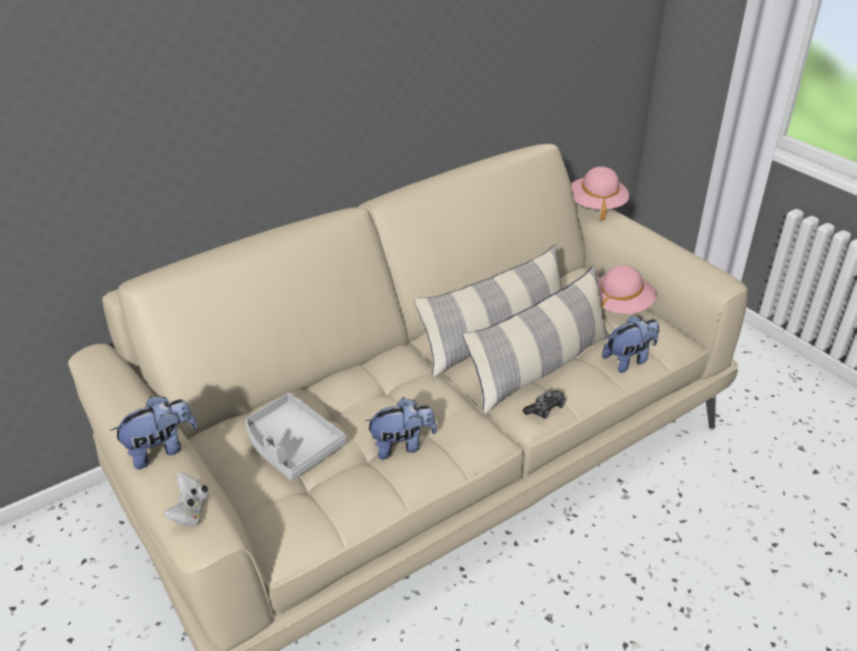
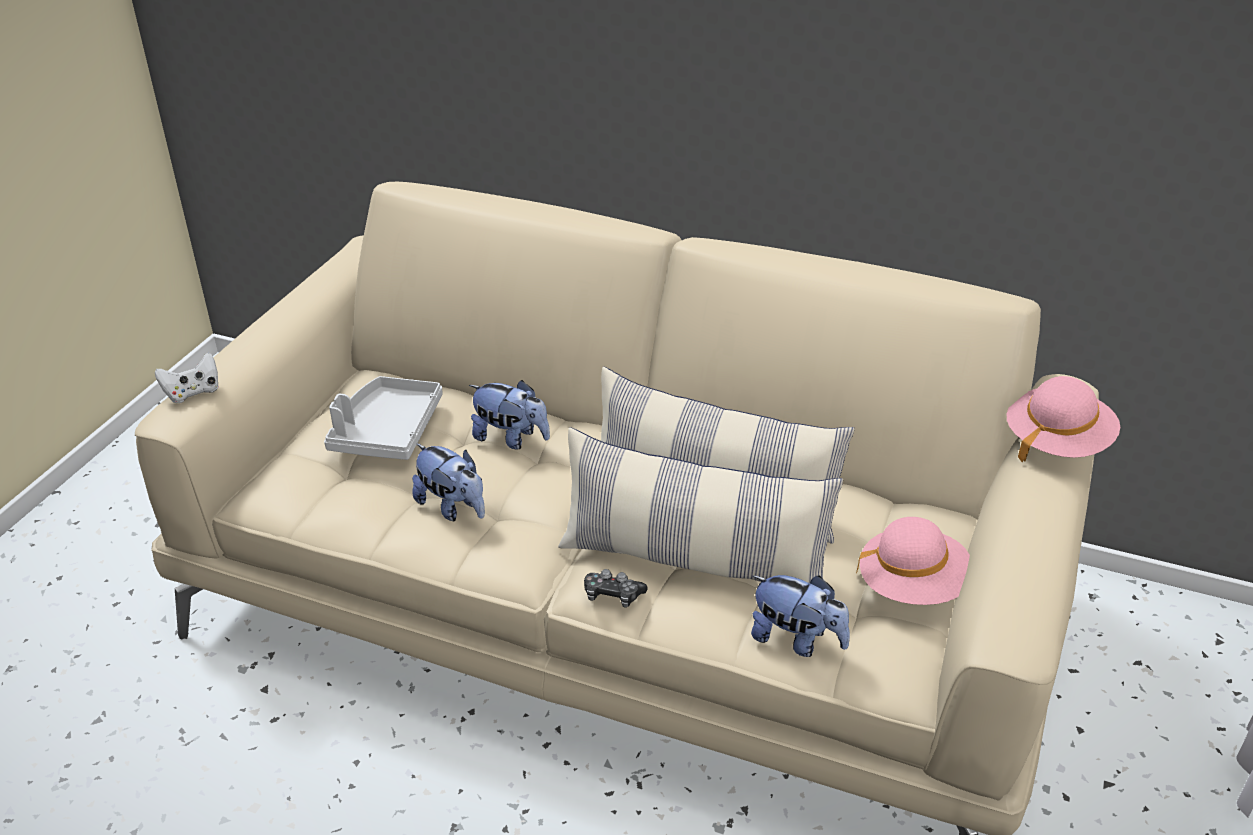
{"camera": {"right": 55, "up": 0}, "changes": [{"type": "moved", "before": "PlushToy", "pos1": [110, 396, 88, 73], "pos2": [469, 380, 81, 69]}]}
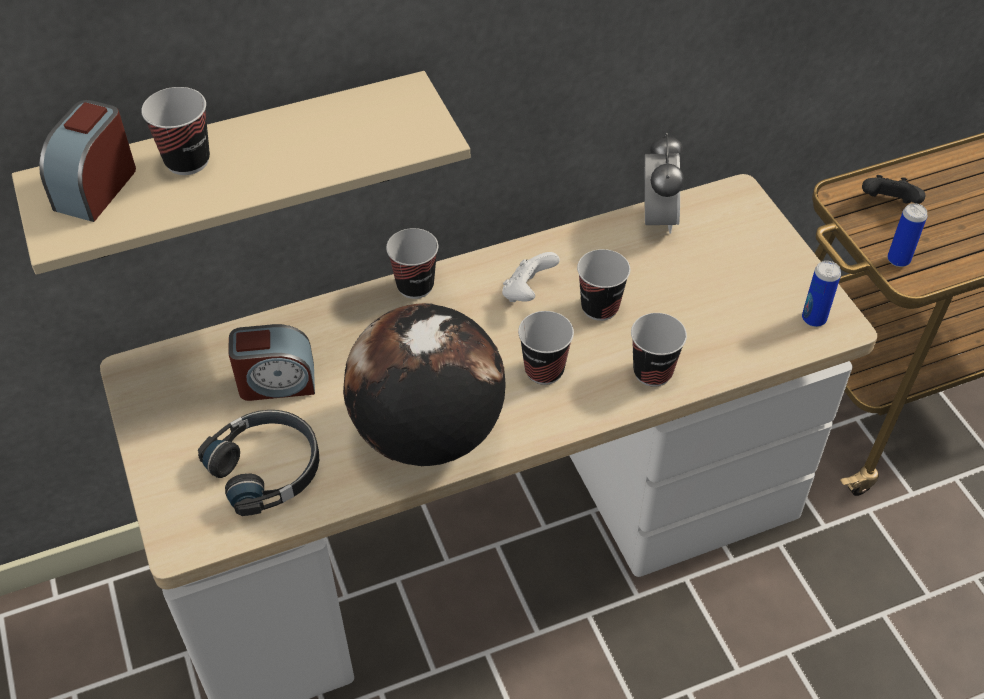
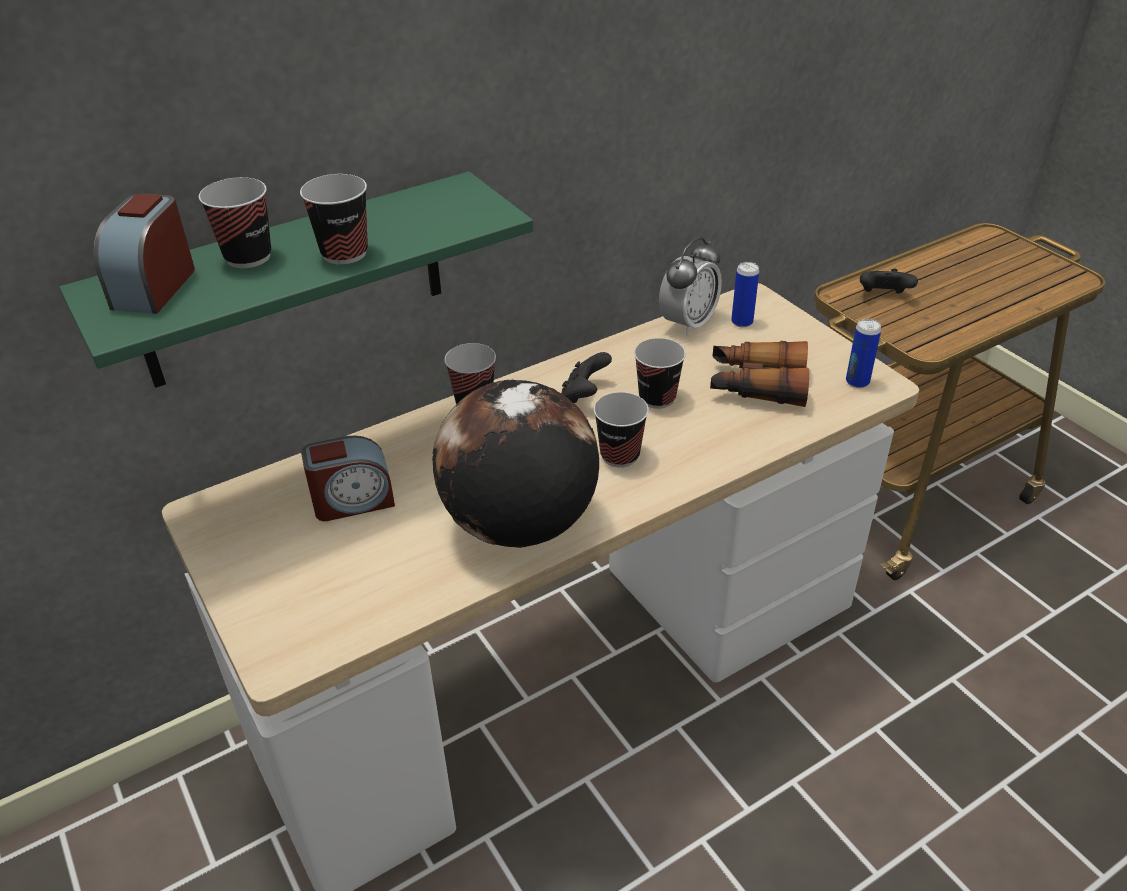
{"camera": {"right": -10, "up": -10}, "changes": [{"type": "removed", "before": "BlackHeadphones", "pos1": [198, 410, 121, 106]}, {"type": "added", "after": "Binoculars", "pos2": [710, 341, 99, 66]}, {"type": "moved", "before": "Cup", "pos1": [631, 313, 56, 74], "pos2": [300, 174, 68, 91]}, {"type": "moved", "before": "Can", "pos1": [888, 203, 39, 64], "pos2": [731, 262, 28, 66]}, {"type": "recoloured", "before": "BeigeShelf", "after": "GreenShelf", "pos1": [12, 71, 458, 204], "pos2": [59, 172, 474, 216]}, {"type": "recoloured", "before": "WhiteGameController", "after": "BlackGameController", "pos1": [502, 252, 58, 50], "pos2": [562, 352, 50, 51]}, {"type": "turned", "before": "AlarmClock", "pos1": [645, 133, 39, 101], "pos2": [659, 237, 63, 99], "turn": 45}]}
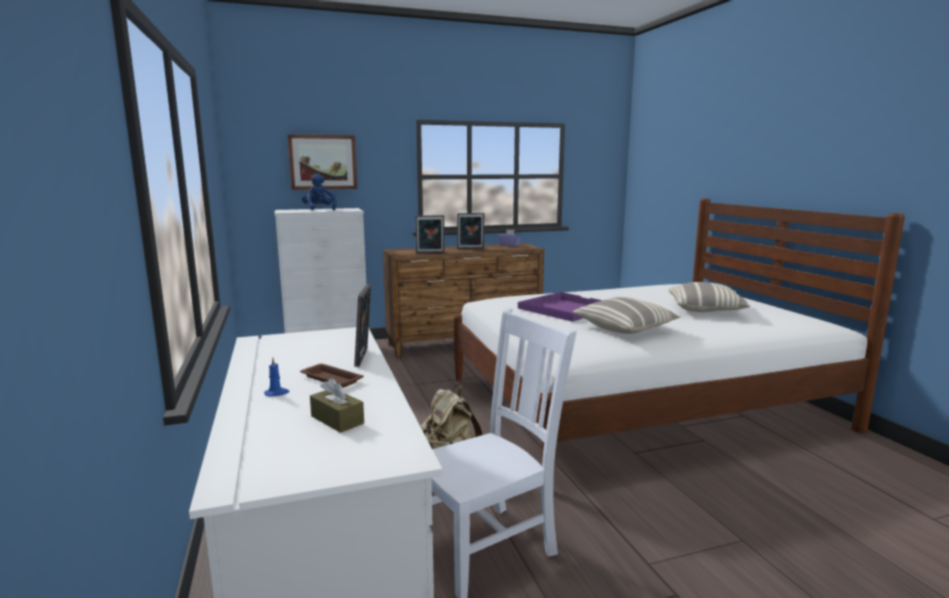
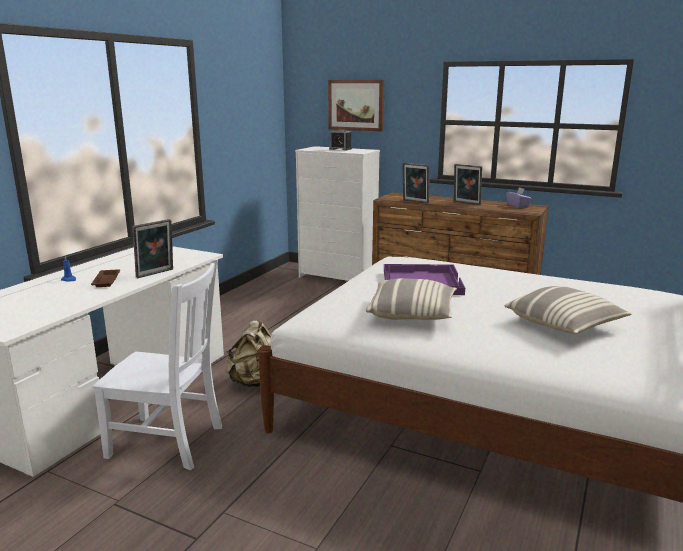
{"camera": {"right": 45, "up": 5}, "changes": [{"type": "removed", "before": "BrownTissueBox", "pos1": [310, 378, 54, 55]}, {"type": "replaced", "before": "BluePlushToy", "after": "AlarmClock", "pos1": [302, 174, 34, 36], "pos2": [329, 129, 23, 21]}]}
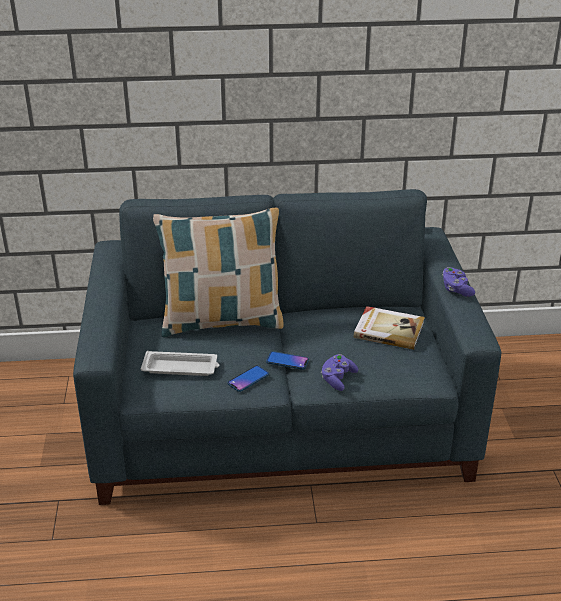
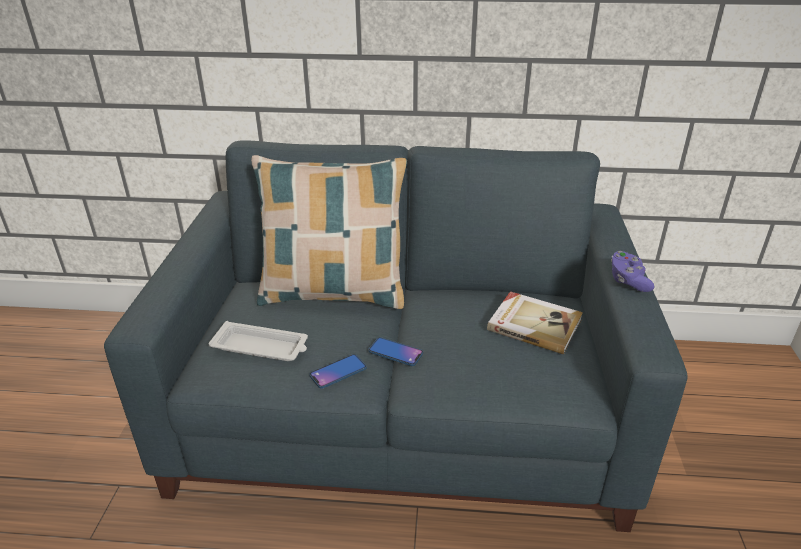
{"camera": {"right": 10, "up": 0}, "changes": [{"type": "removed", "before": "PurpleGameController", "pos1": [321, 354, 37, 37]}]}
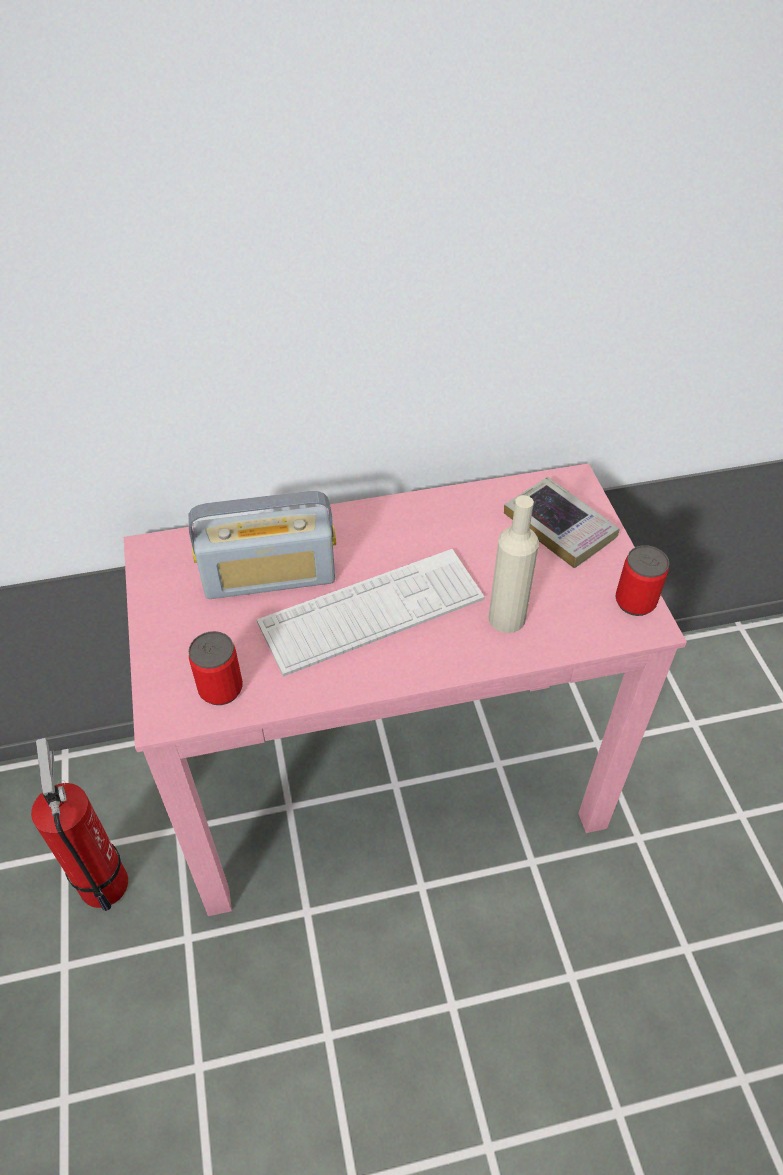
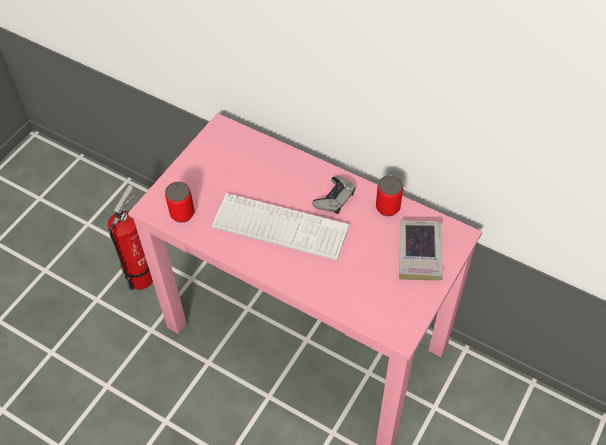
{"camera": {"right": 45, "up": 5}, "changes": [{"type": "removed", "before": "Radio", "pos1": [188, 491, 148, 108]}, {"type": "removed", "before": "BeigeBottle", "pos1": [488, 495, 51, 138]}, {"type": "added", "after": "GreyGameController", "pos2": [312, 176, 43, 38]}, {"type": "moved", "before": "Can", "pos1": [616, 545, 53, 71], "pos2": [376, 175, 27, 41]}]}
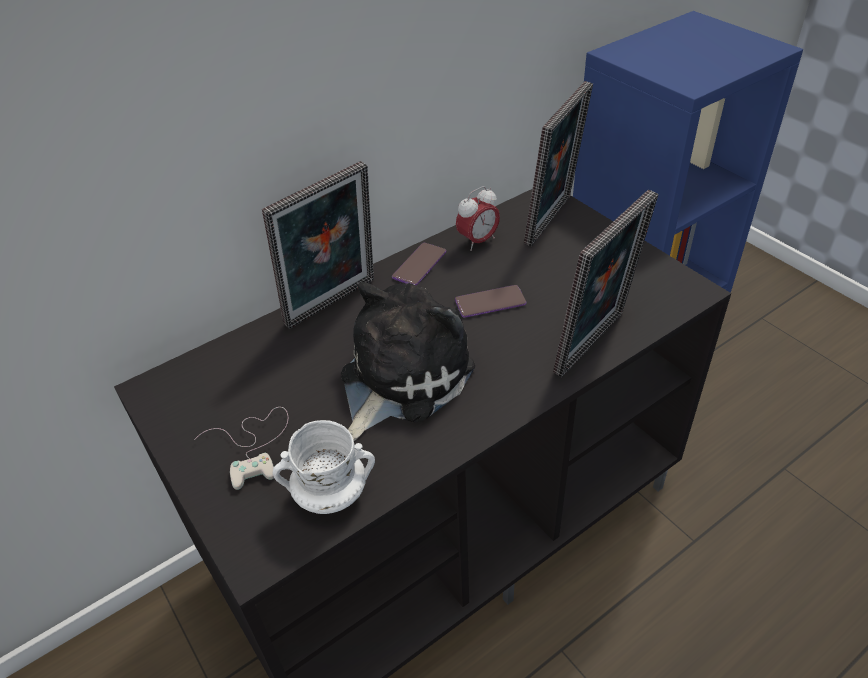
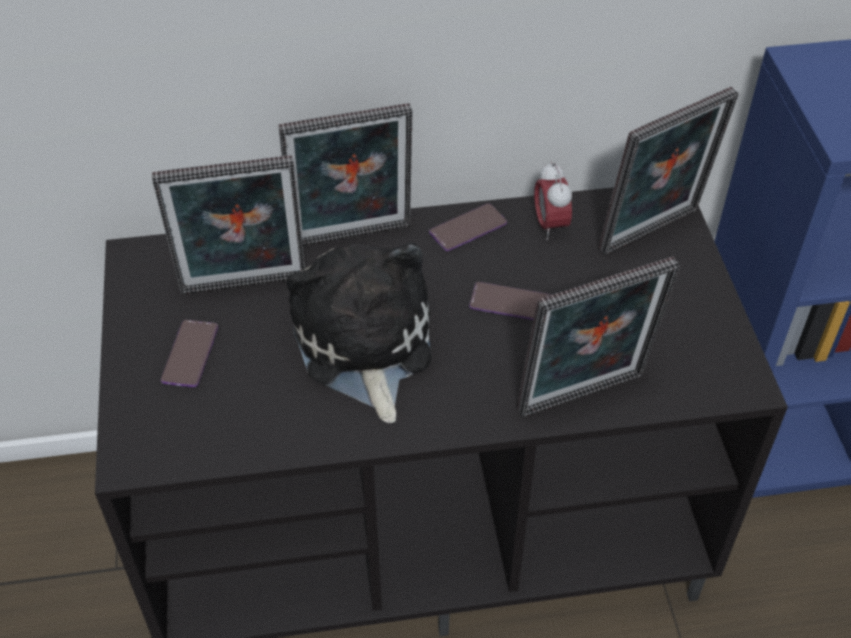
{"camera": {"right": 25, "up": 5}, "changes": [{"type": "removed", "before": "WhiteMug", "pos1": [273, 420, 102, 94]}, {"type": "added", "after": "PictureFrame", "pos2": [152, 155, 153, 139]}, {"type": "replaced", "before": "WhiteGameController", "after": "Phone", "pos1": [194, 407, 94, 83], "pos2": [161, 320, 57, 67]}, {"type": "turned", "before": "PlushToy", "pos1": [341, 282, 134, 159], "pos2": [286, 242, 146, 181], "turn": -75}, {"type": "turned", "before": "AlarmClock", "pos1": [456, 186, 44, 65], "pos2": [534, 161, 38, 79], "turn": 90}]}
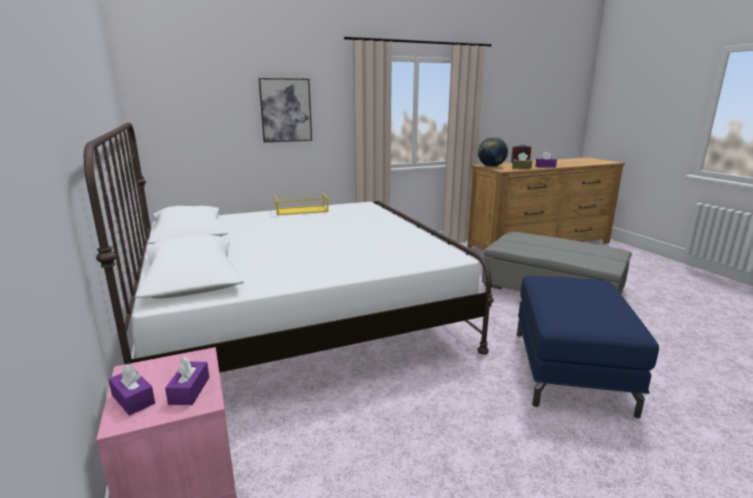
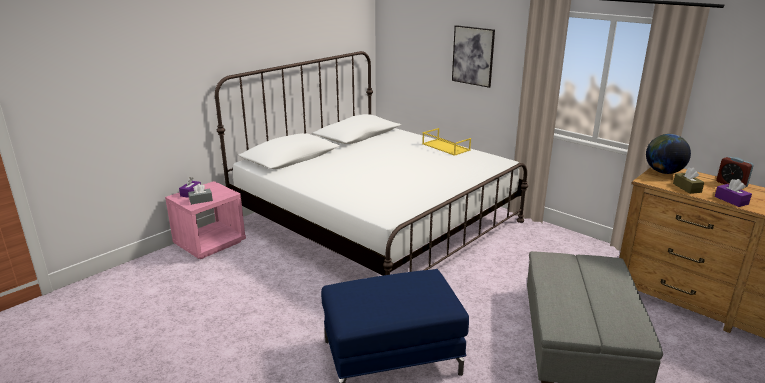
{"camera": {"right": 65, "up": 5}, "changes": [{"type": "recoloured", "before": "PurpleTissueBox", "after": "GreyTissueBox", "pos1": [165, 357, 44, 48], "pos2": [188, 184, 25, 21]}]}
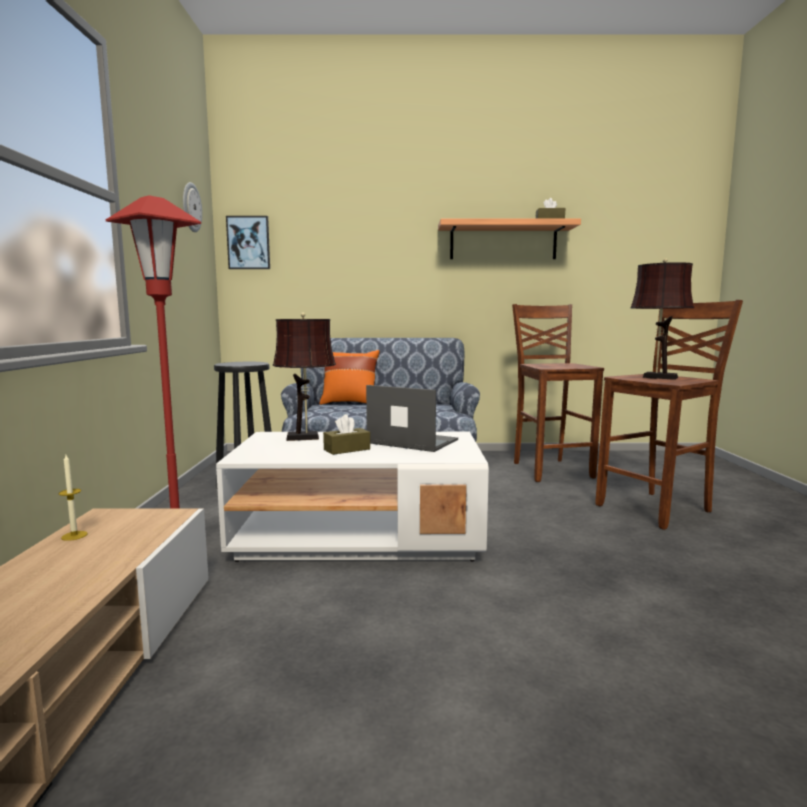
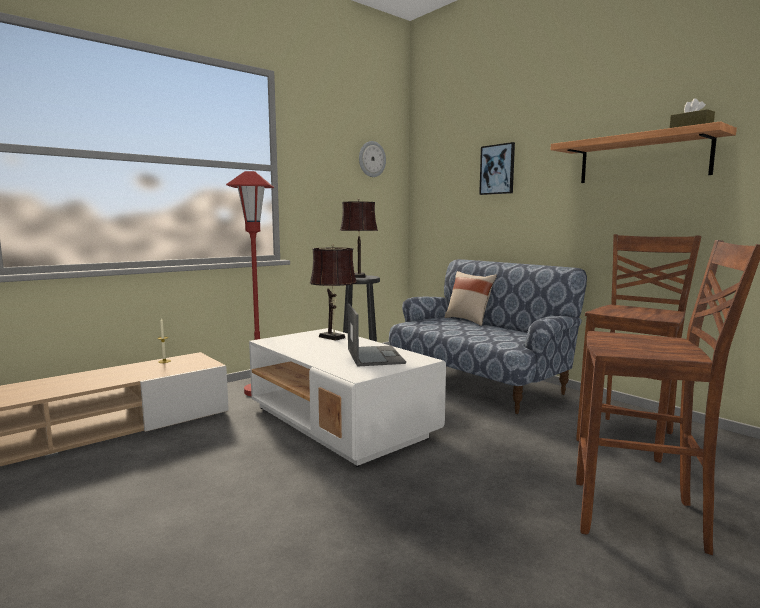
{"camera": {"right": 50, "up": 0}, "changes": [{"type": "removed", "before": "BrownTissueBox", "pos1": [323, 414, 47, 41]}, {"type": "moved", "before": "Picture", "pos1": [226, 216, 44, 53], "pos2": [479, 142, 36, 53]}, {"type": "moved", "before": "BrownTableLamp", "pos1": [631, 259, 63, 121], "pos2": [340, 198, 38, 80]}, {"type": "recoloured", "before": "OrangePillow", "after": "BeigePillow", "pos1": [319, 350, 60, 55], "pos2": [445, 271, 52, 55]}]}
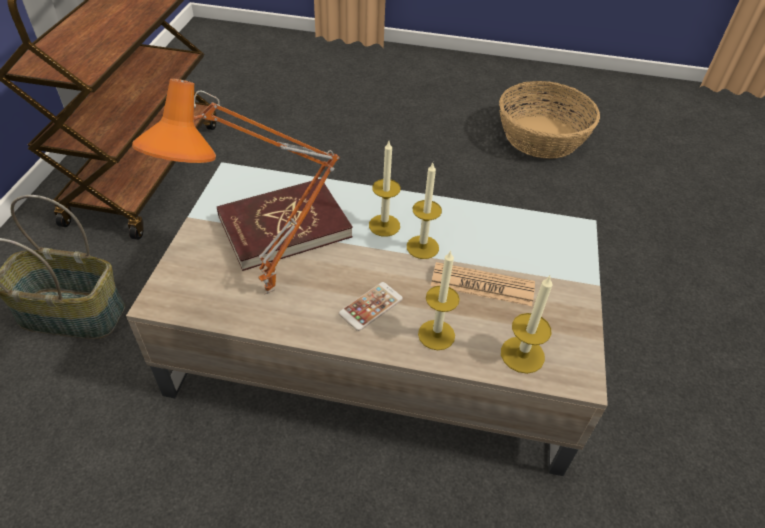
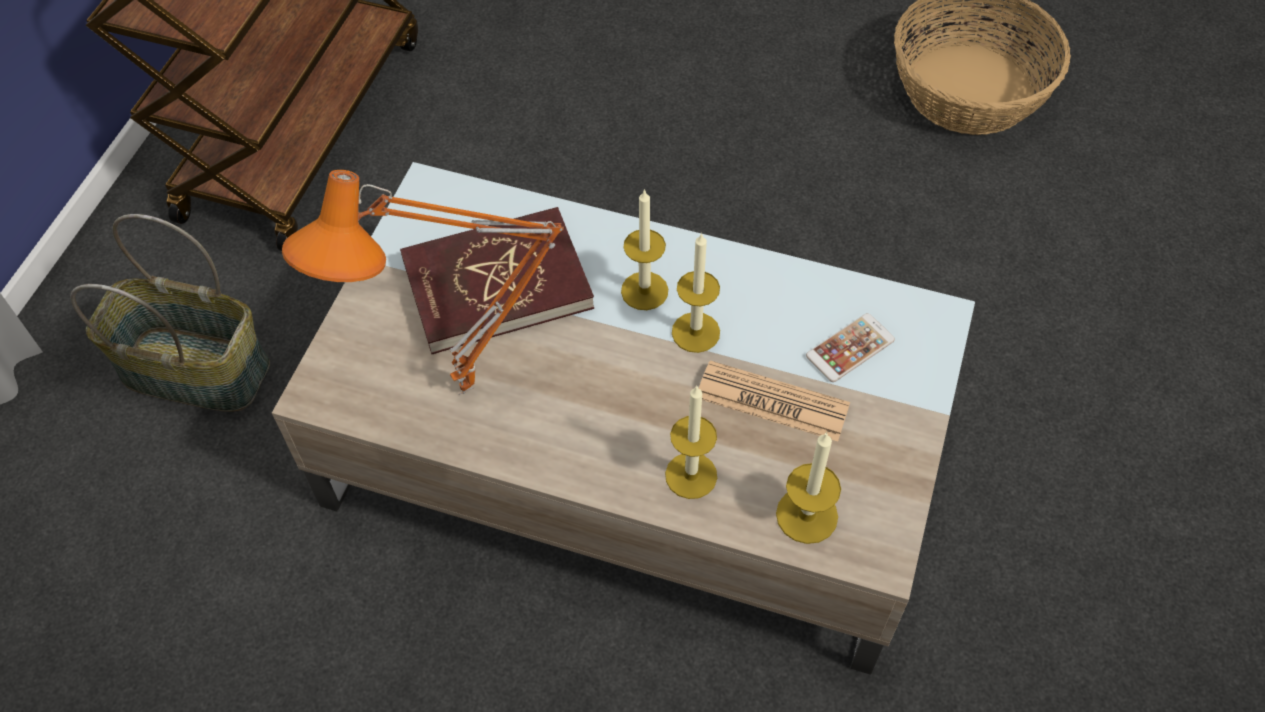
{"camera": {"right": 10, "up": 10}, "changes": [{"type": "moved", "before": "Phone", "pos1": [339, 282, 64, 49], "pos2": [806, 313, 89, 69]}]}
